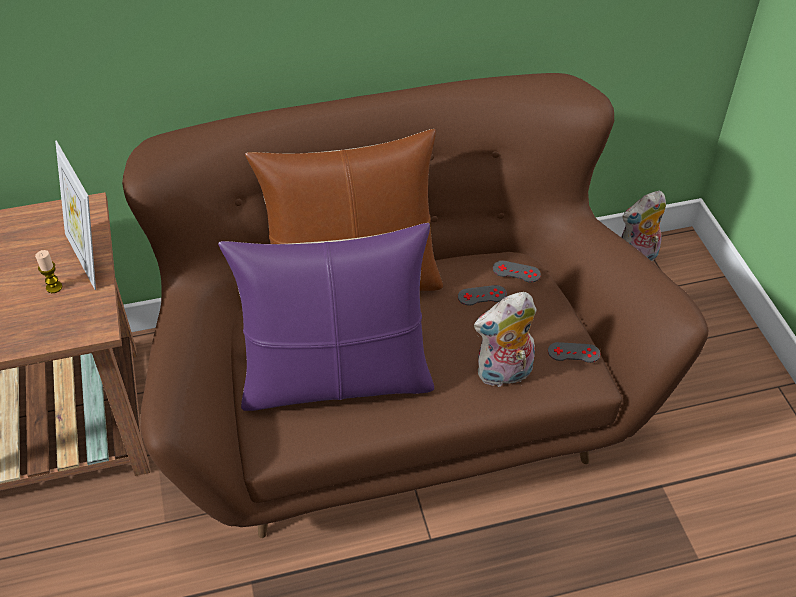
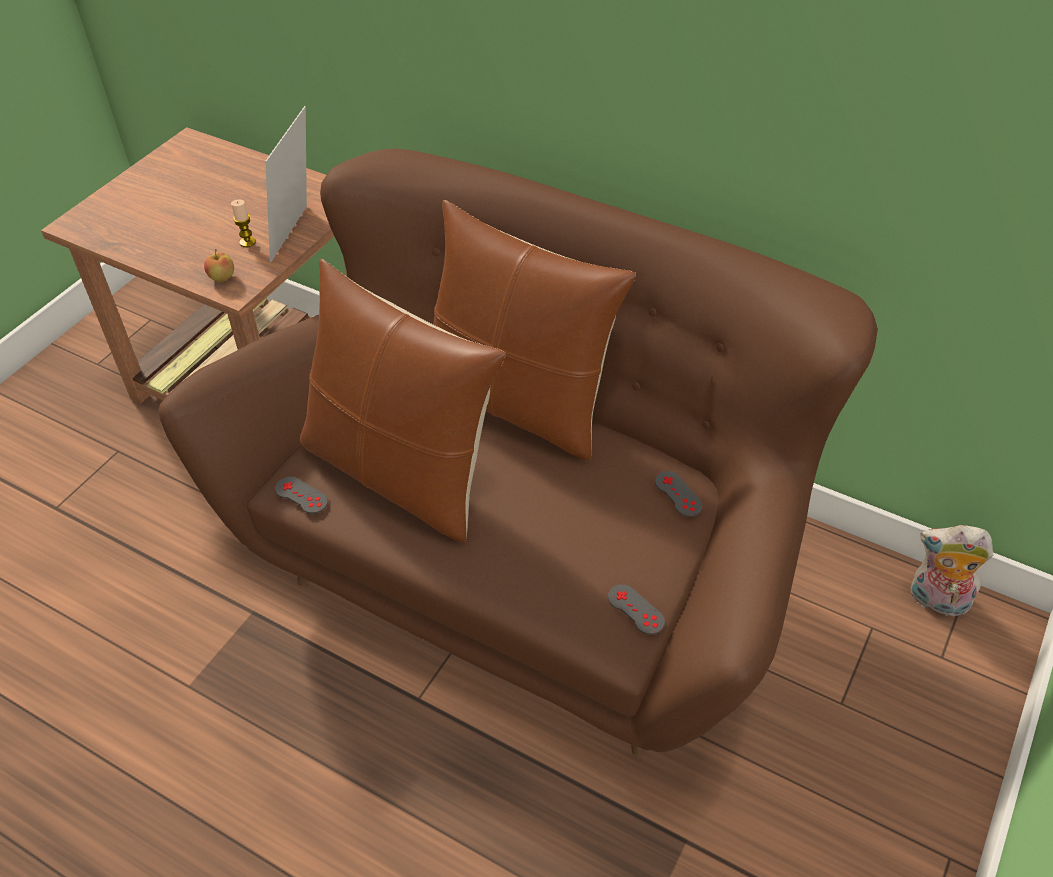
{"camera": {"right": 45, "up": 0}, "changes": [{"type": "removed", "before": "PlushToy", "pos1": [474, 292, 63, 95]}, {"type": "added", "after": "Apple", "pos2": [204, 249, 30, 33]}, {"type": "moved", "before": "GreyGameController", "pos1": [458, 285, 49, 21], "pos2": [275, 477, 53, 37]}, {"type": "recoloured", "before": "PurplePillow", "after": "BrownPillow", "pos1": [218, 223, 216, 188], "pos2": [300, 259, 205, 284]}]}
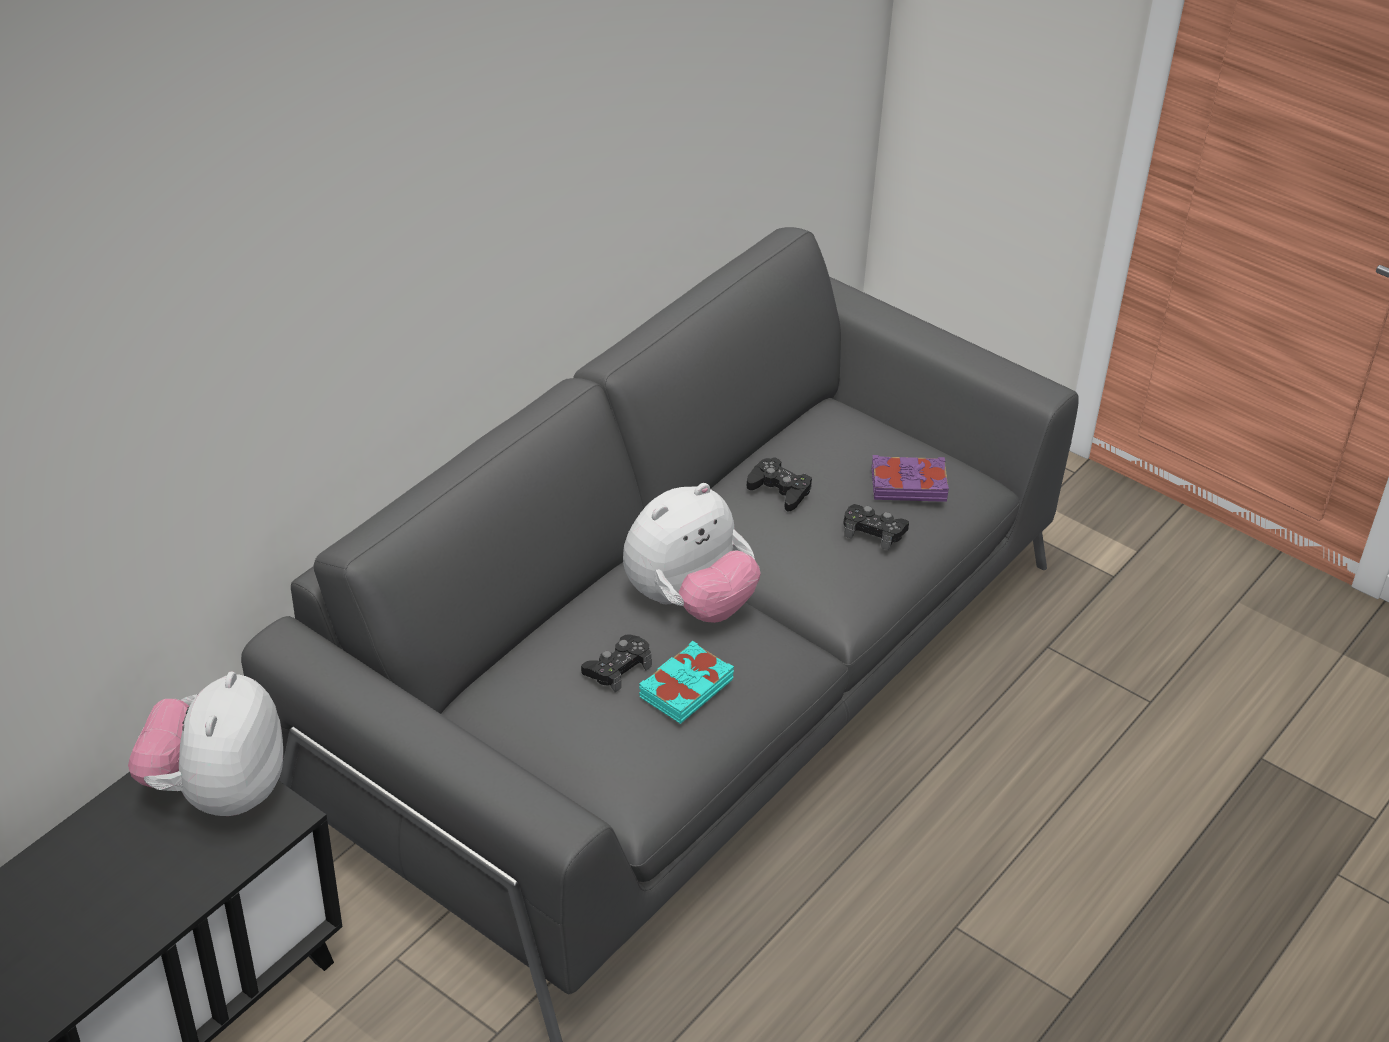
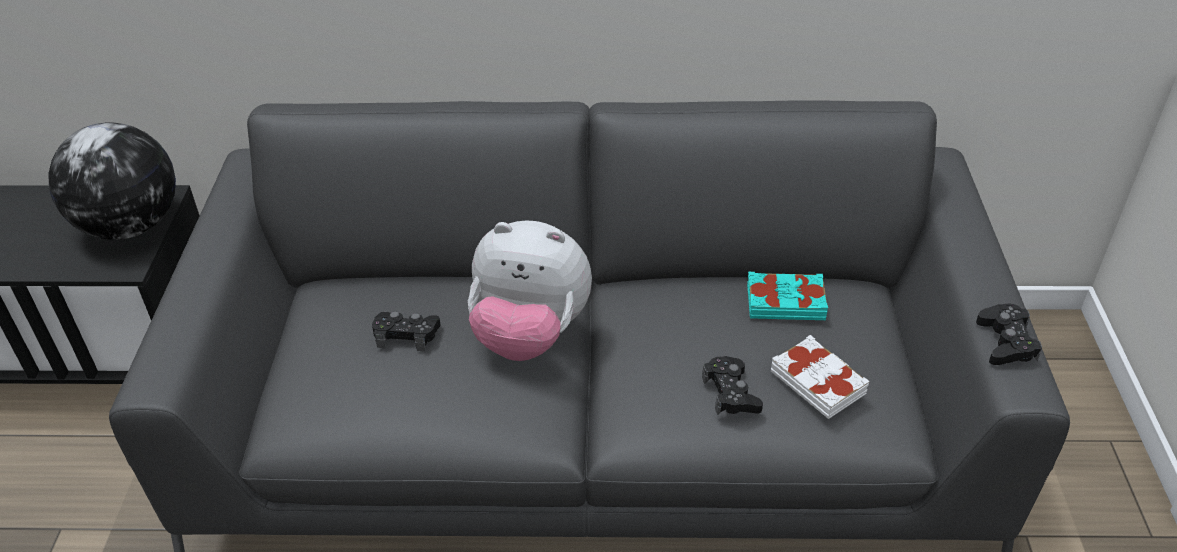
{"camera": {"right": 55, "up": 0}, "changes": [{"type": "moved", "before": "TurquoiseBook", "pos1": [639, 641, 95, 83], "pos2": [747, 272, 81, 48]}, {"type": "moved", "before": "BlackGameController", "pos1": [747, 457, 65, 54], "pos2": [976, 304, 66, 61]}, {"type": "replaced", "before": "PlushToy", "after": "Globe", "pos1": [128, 671, 155, 145], "pos2": [48, 122, 128, 117]}, {"type": "recoloured", "before": "PurpleBook", "after": "WhiteBook", "pos1": [871, 455, 78, 47], "pos2": [771, 335, 98, 84]}]}
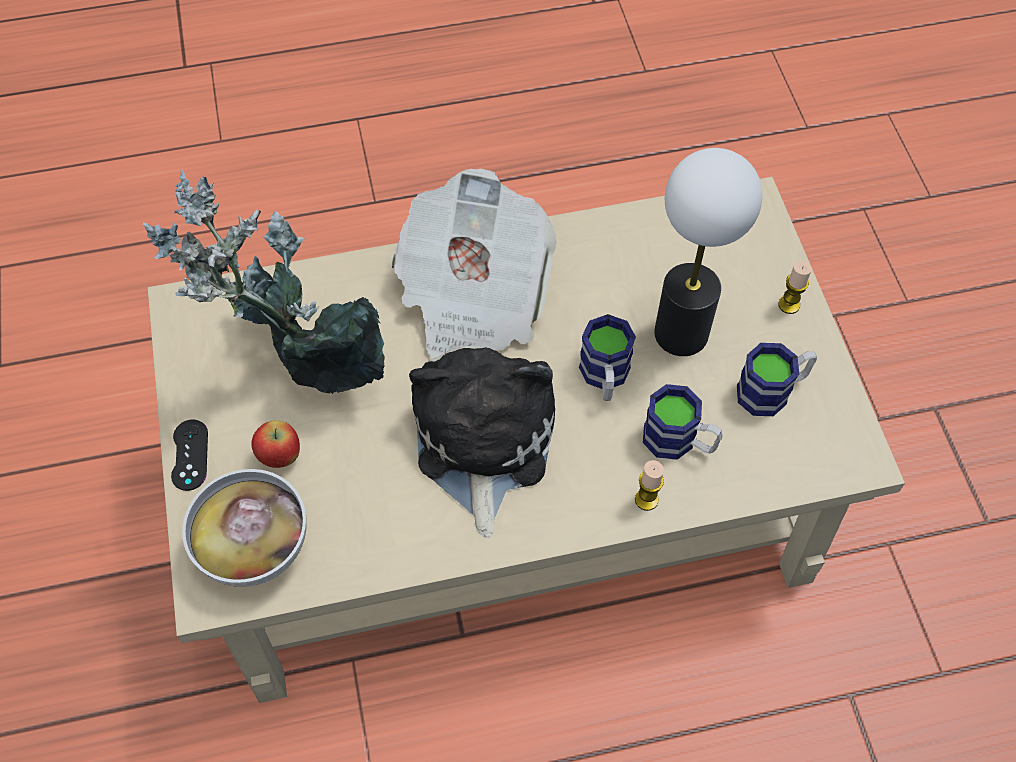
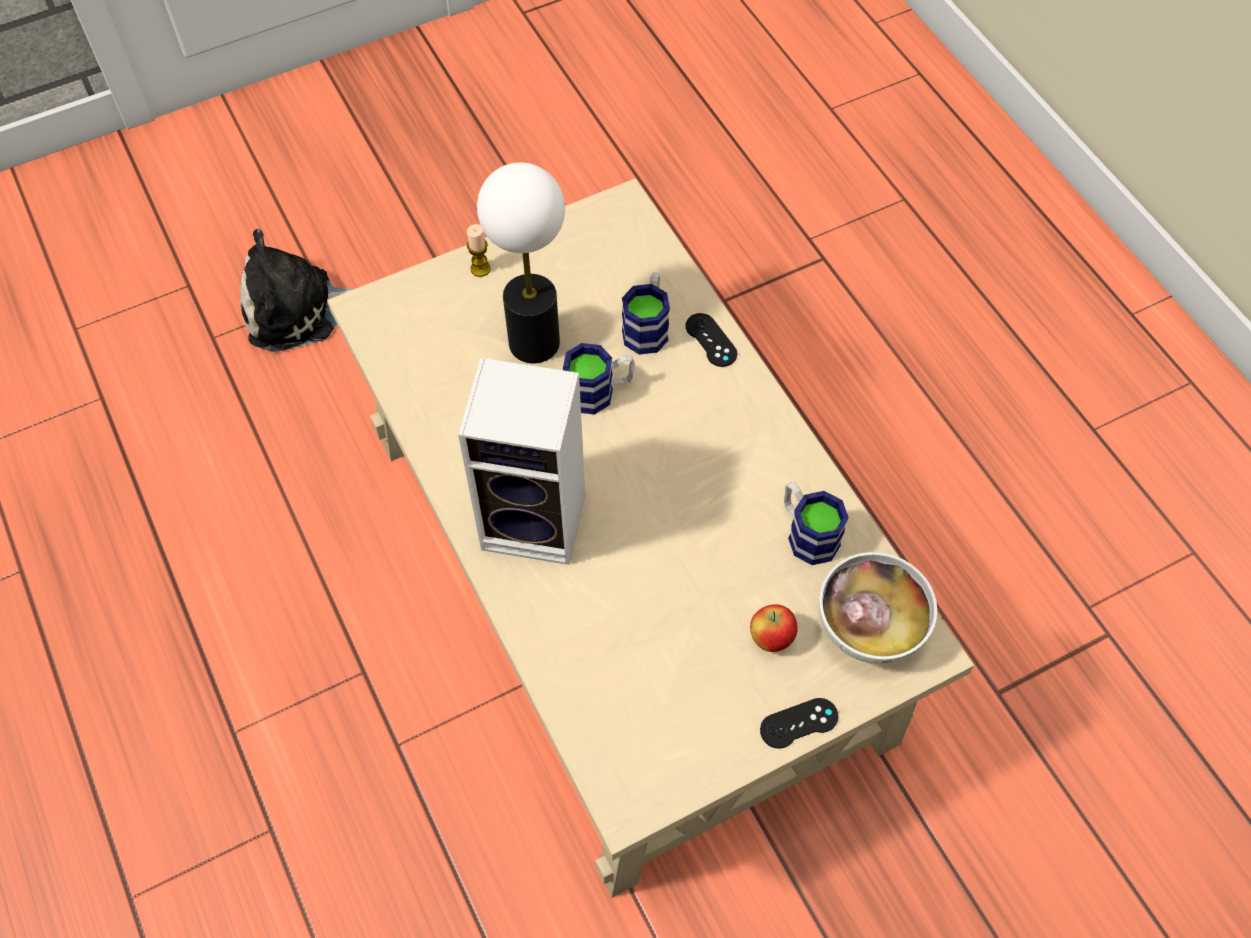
{"camera": {"right": -105, "up": 0}, "changes": [{"type": "removed", "before": "PottedPlant", "pos1": [143, 170, 242, 224]}, {"type": "moved", "before": "PlushToy", "pos1": [409, 346, 146, 191], "pos2": [240, 229, 114, 123]}, {"type": "moved", "before": "Mug", "pos1": [737, 343, 80, 73], "pos2": [784, 482, 65, 83]}, {"type": "replaced", "before": "Newspaper", "after": "Speaker", "pos1": [391, 169, 166, 190], "pos2": [458, 358, 127, 207]}, {"type": "replaced", "before": "Candle", "after": "BlackGameController", "pos1": [635, 460, 29, 51], "pos2": [686, 313, 51, 54]}]}
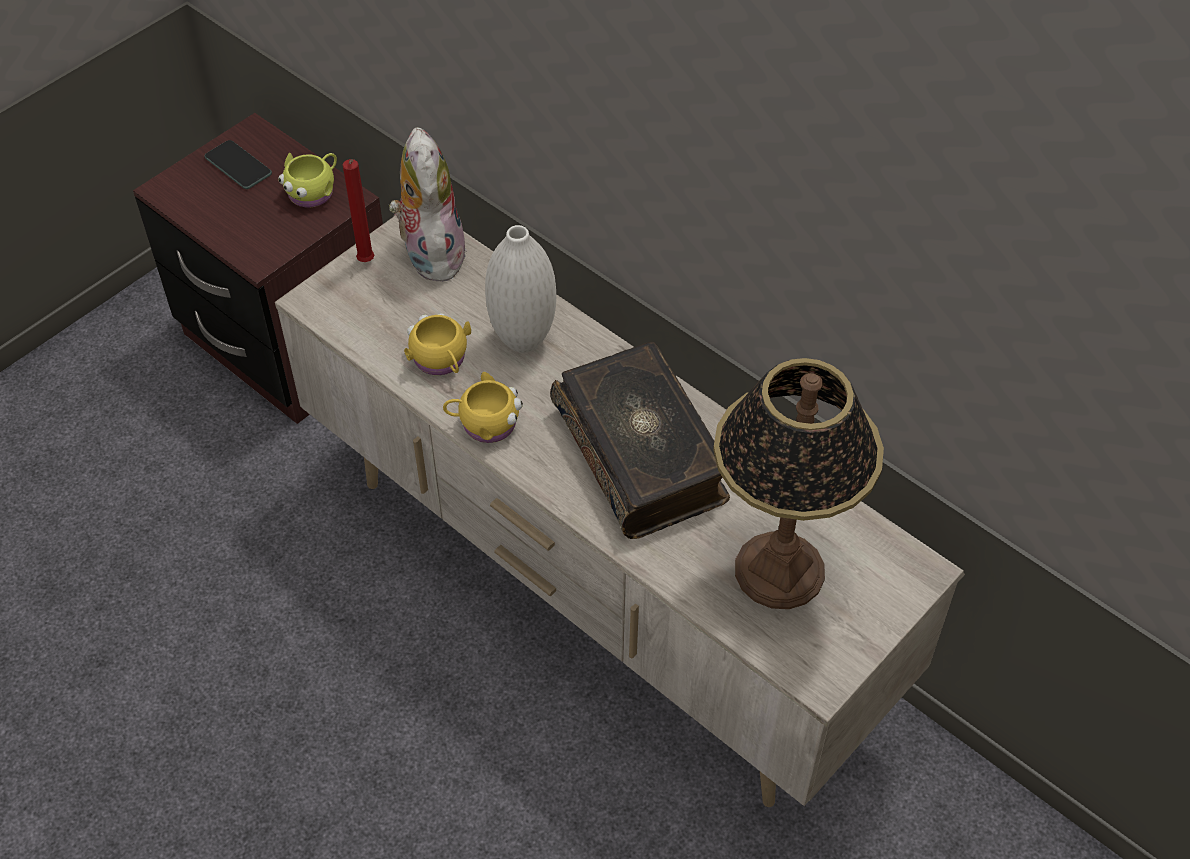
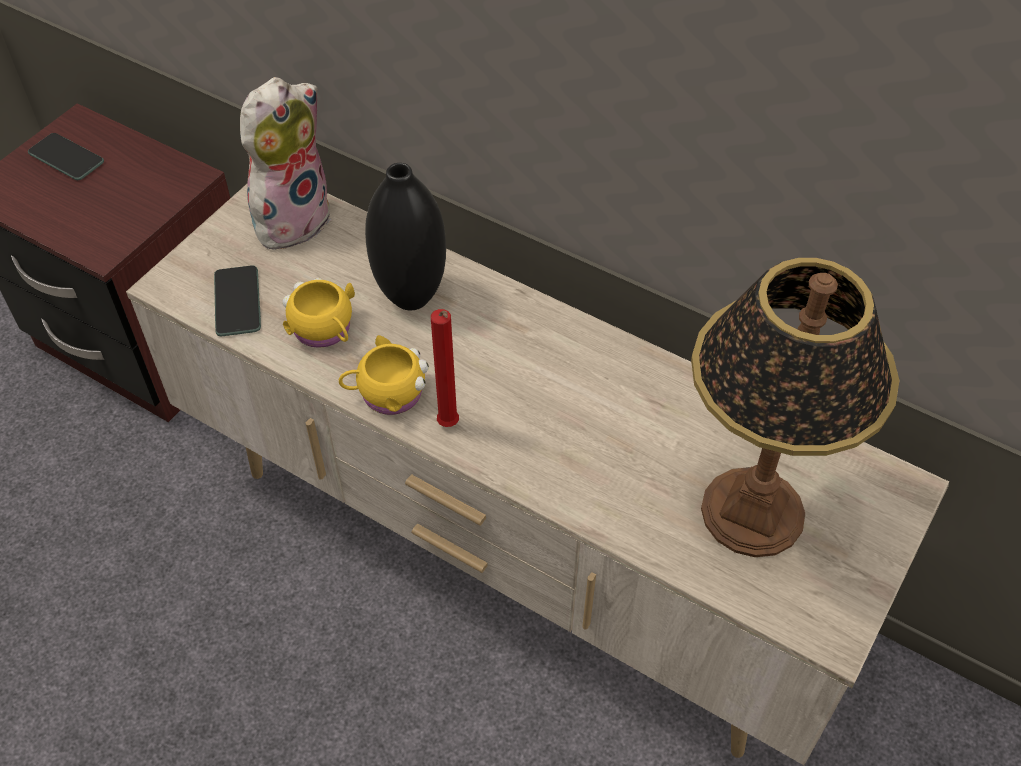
{"camera": {"right": -10, "up": 0}, "changes": [{"type": "removed", "before": "YellowMug", "pos1": [278, 153, 59, 54]}, {"type": "removed", "before": "Book", "pos1": [550, 342, 180, 197]}, {"type": "added", "after": "Phone", "pos2": [214, 265, 47, 71]}, {"type": "moved", "before": "RedCandle", "pos1": [343, 159, 31, 103], "pos2": [431, 309, 28, 118]}, {"type": "recoloured", "before": "WhiteVase", "after": "BlackVase", "pos1": [485, 225, 71, 128], "pos2": [365, 163, 81, 147]}, {"type": "turned", "before": "PlushToy", "pos1": [389, 127, 79, 155], "pos2": [240, 77, 92, 178], "turn": 60}]}
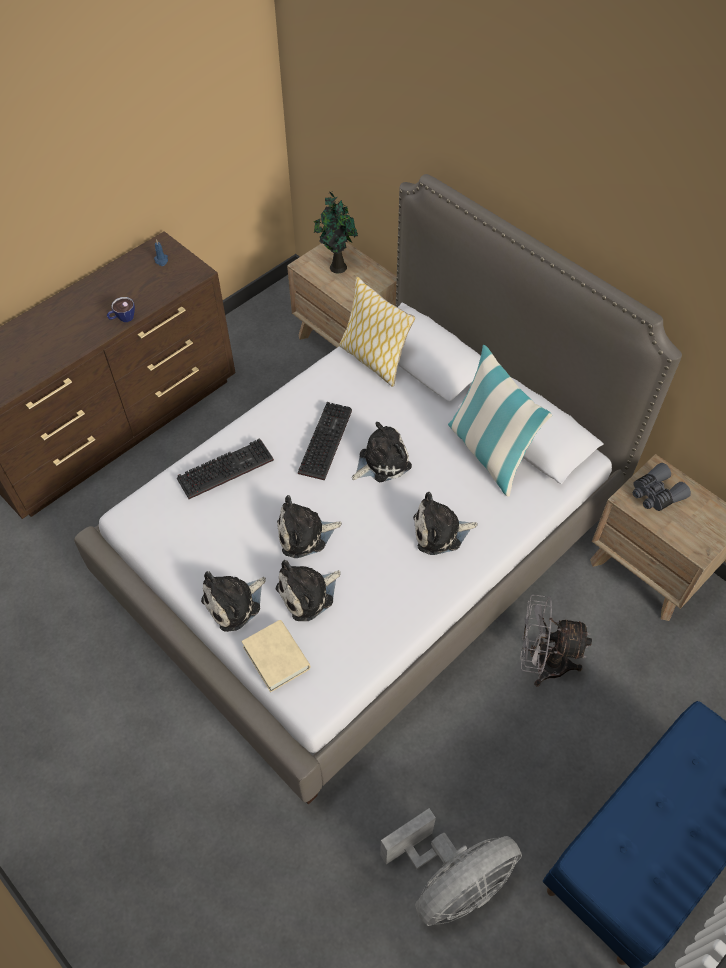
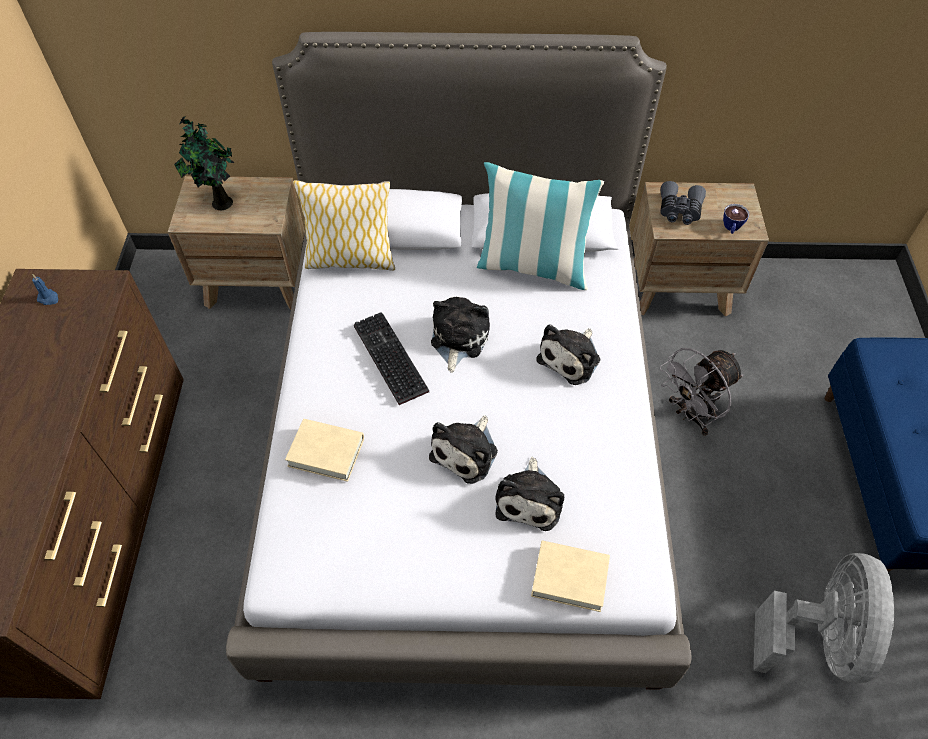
{"camera": {"right": -45, "up": 0}, "changes": [{"type": "removed", "before": "PlushToy", "pos1": [201, 571, 65, 61]}, {"type": "moved", "before": "Cup", "pos1": [107, 297, 28, 25], "pos2": [723, 204, 26, 30]}, {"type": "replaced", "before": "Keyboard", "after": "BeigeBook", "pos1": [177, 438, 97, 61], "pos2": [285, 419, 79, 63]}]}
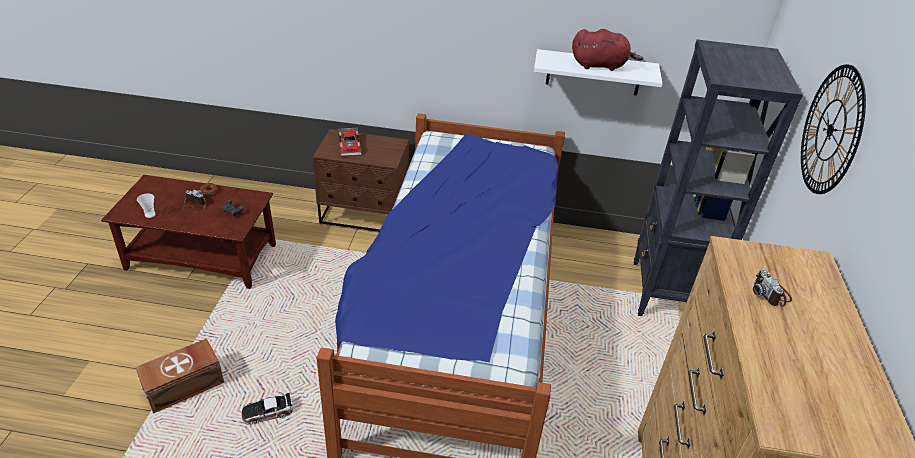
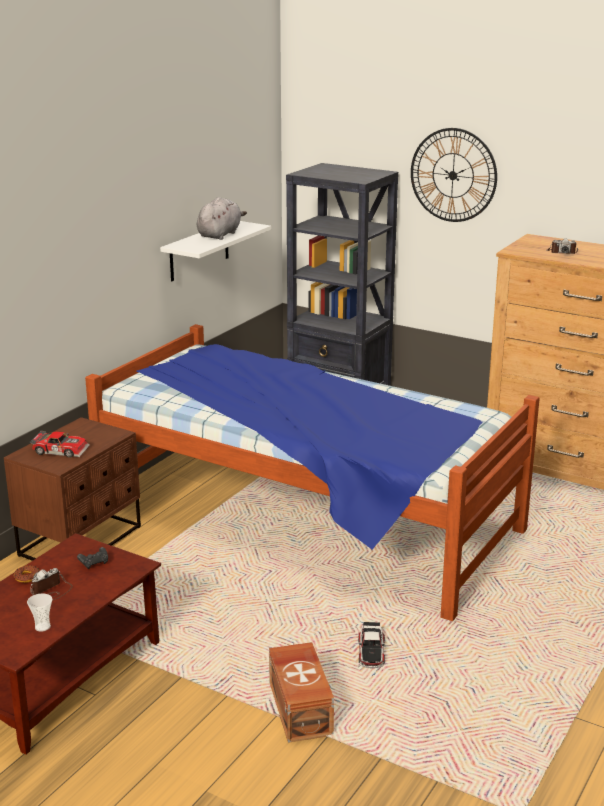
{"camera": {"right": -65, "up": -15}, "changes": [{"type": "recoloured", "before": "RedPlushToy", "after": "GreyPlushToy", "pos1": [572, 29, 71, 42], "pos2": [197, 197, 50, 43]}]}
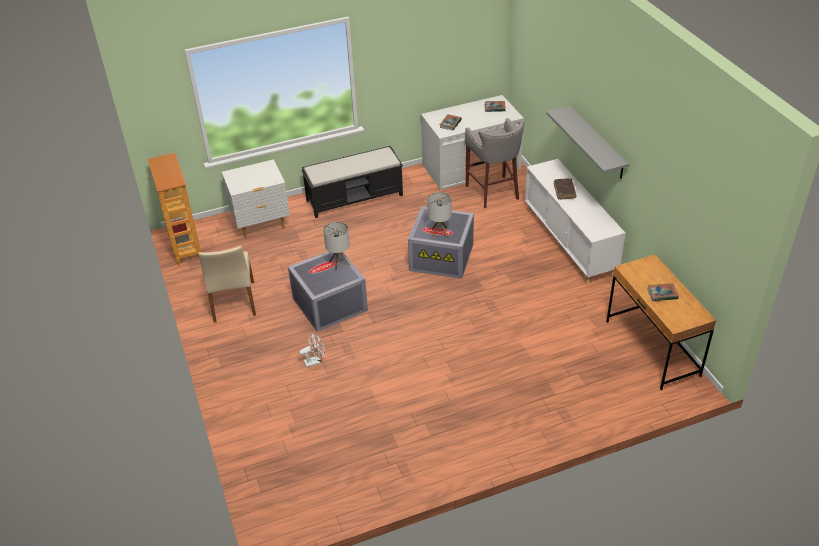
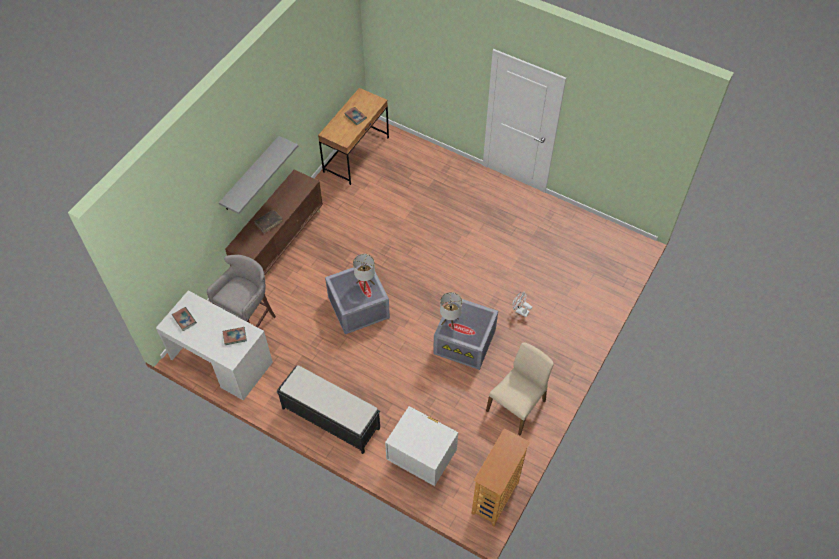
{"camera": {"right": -130, "up": 15}, "changes": [{"type": "recoloured", "before": "WhiteCabinet", "after": "BrownCabinet", "pos1": [525, 159, 100, 125], "pos2": [225, 169, 98, 105]}]}
